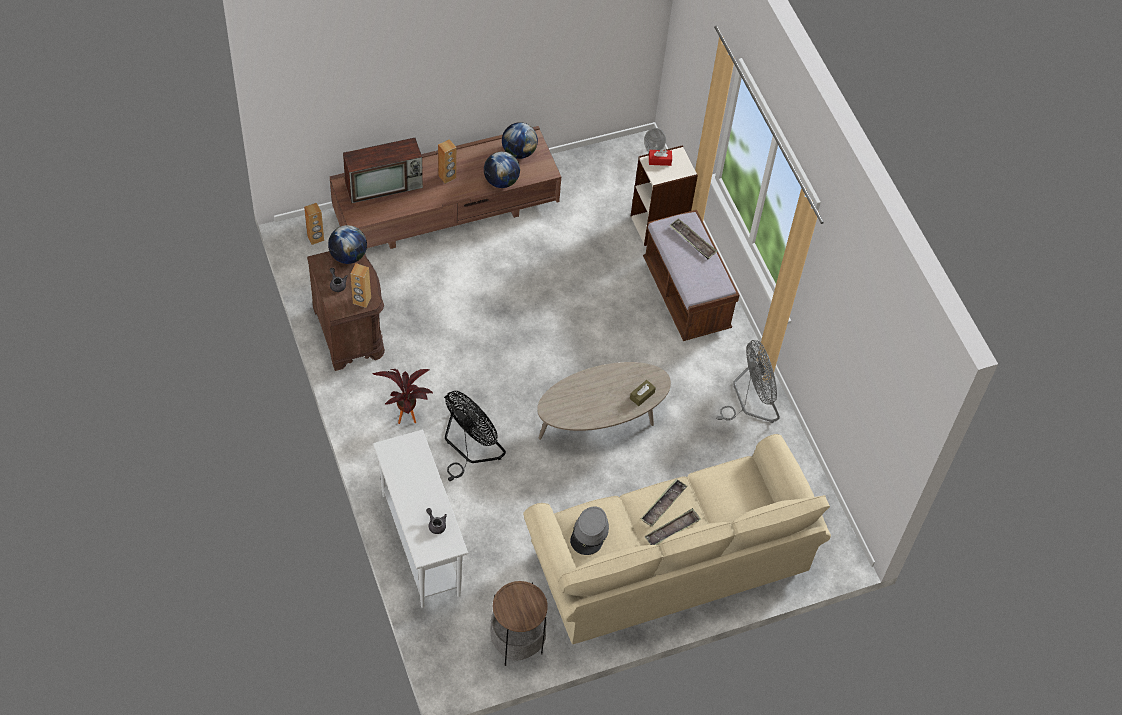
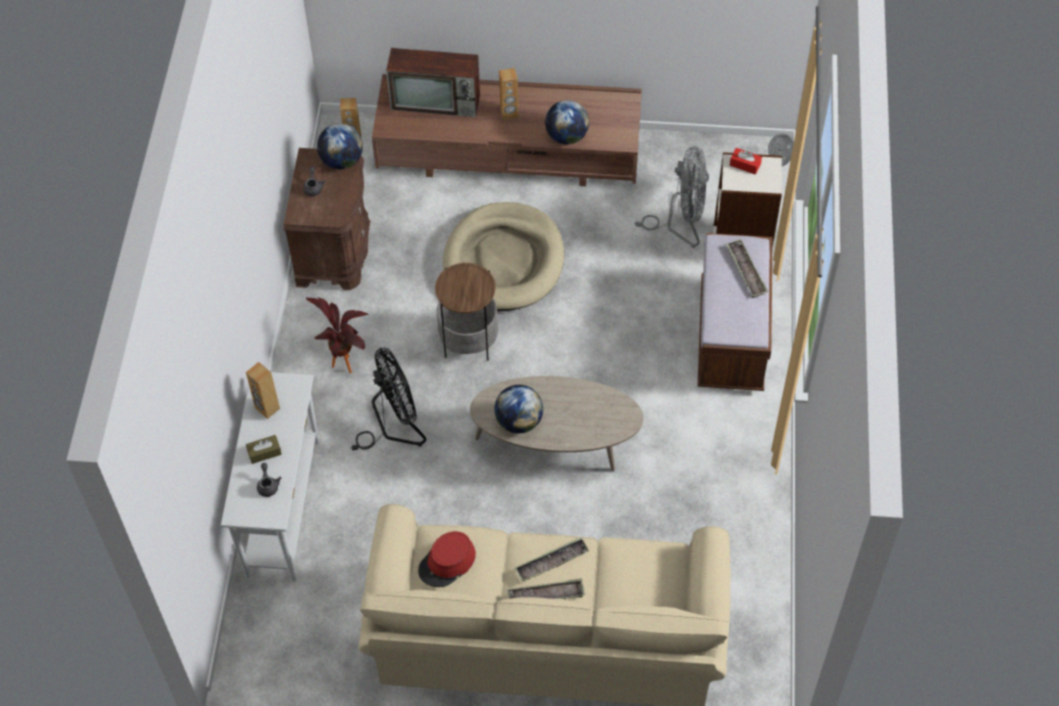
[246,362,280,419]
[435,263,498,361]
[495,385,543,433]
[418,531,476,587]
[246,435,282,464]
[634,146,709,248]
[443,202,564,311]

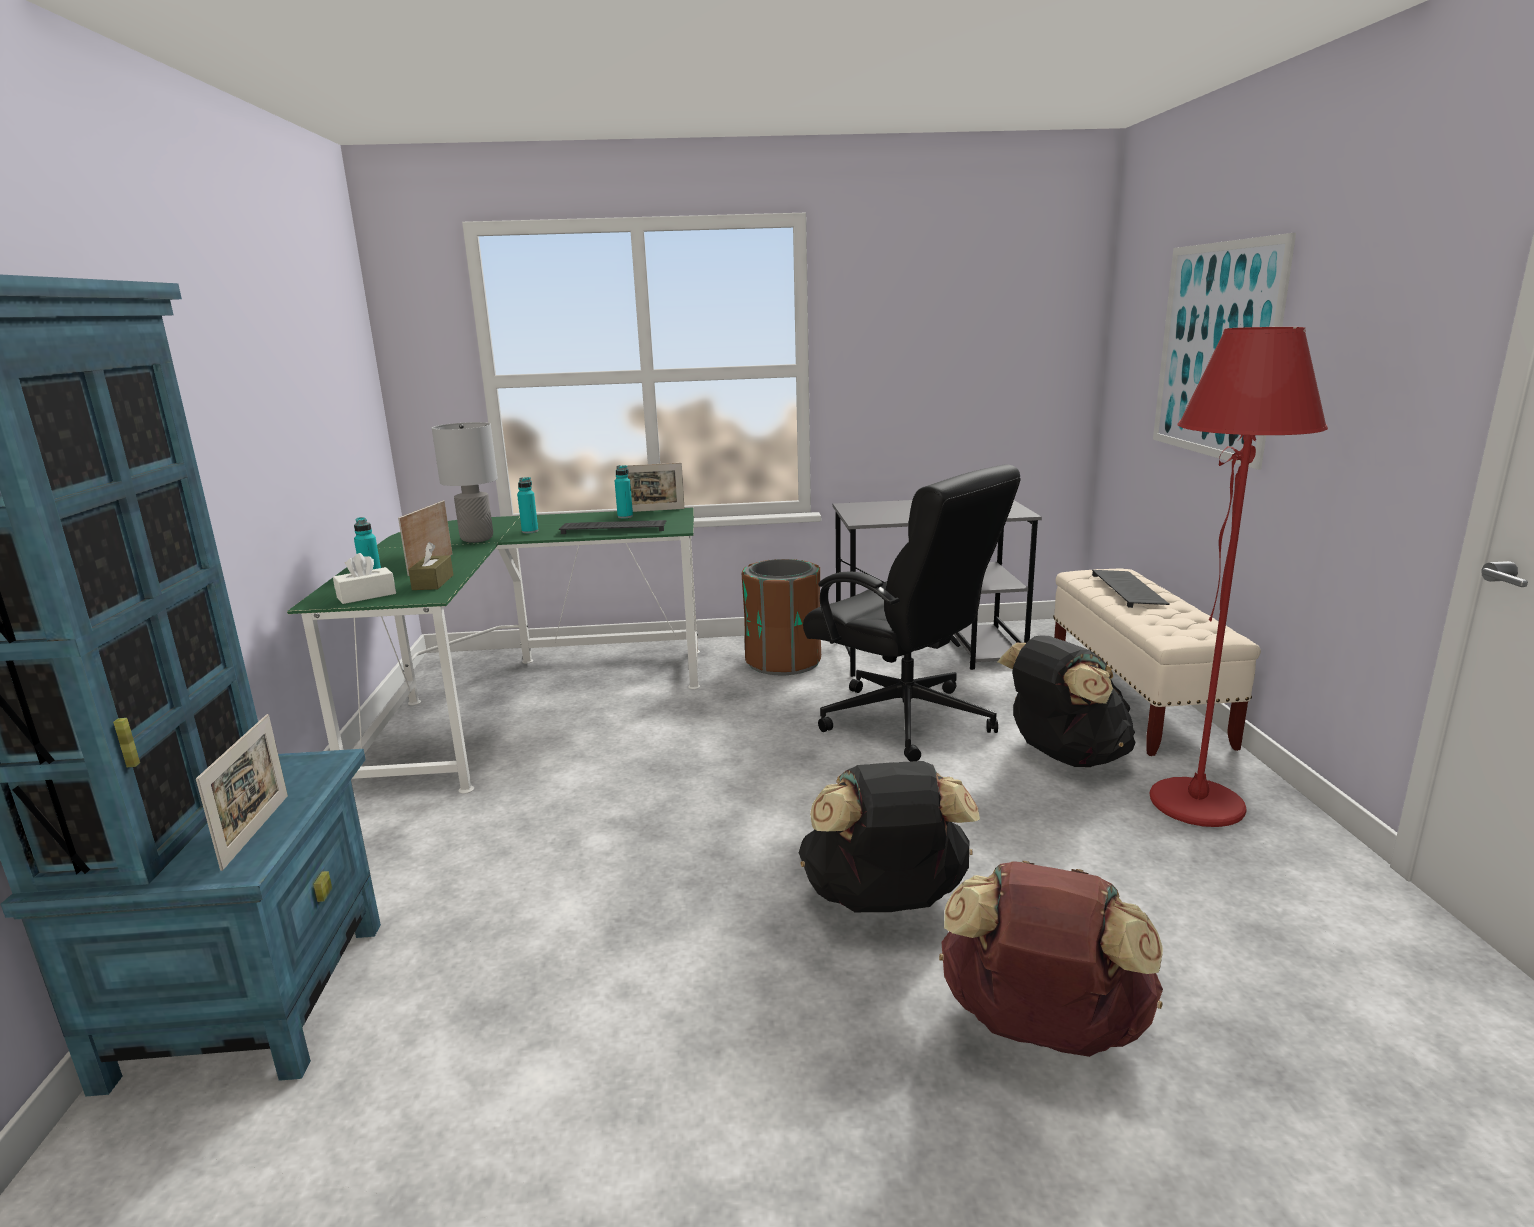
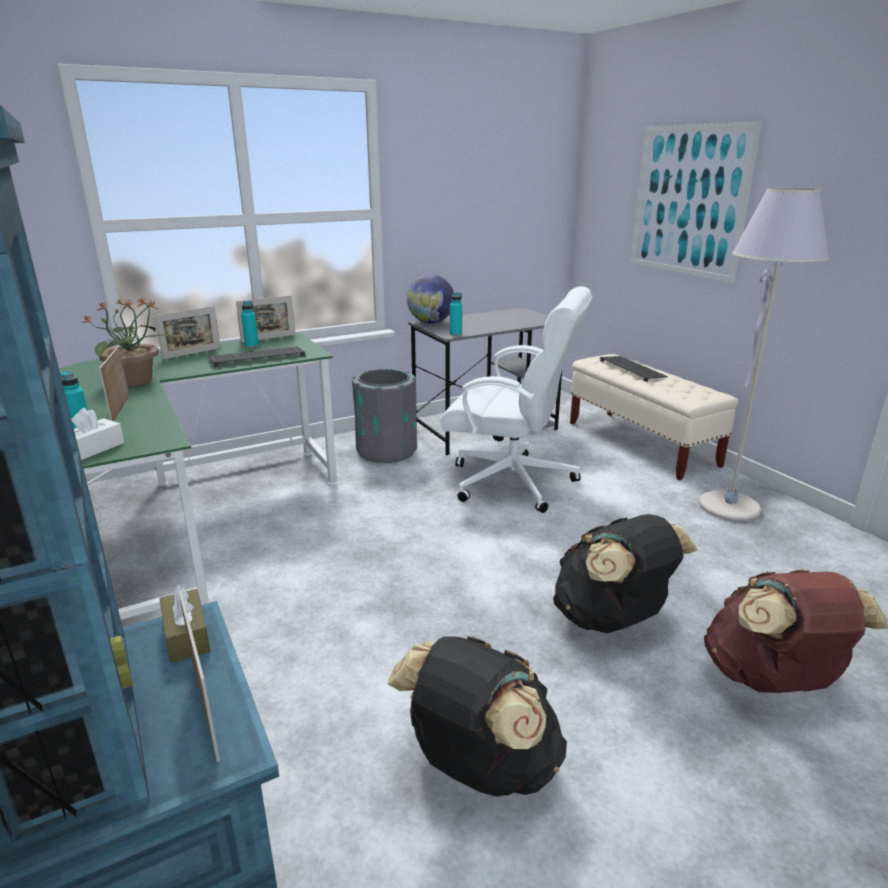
[160,584,210,663]
[81,297,171,386]
[450,292,462,336]
[352,369,417,463]
[441,286,593,513]
[388,636,567,797]
[699,188,830,521]
[155,306,220,360]
[407,275,454,323]

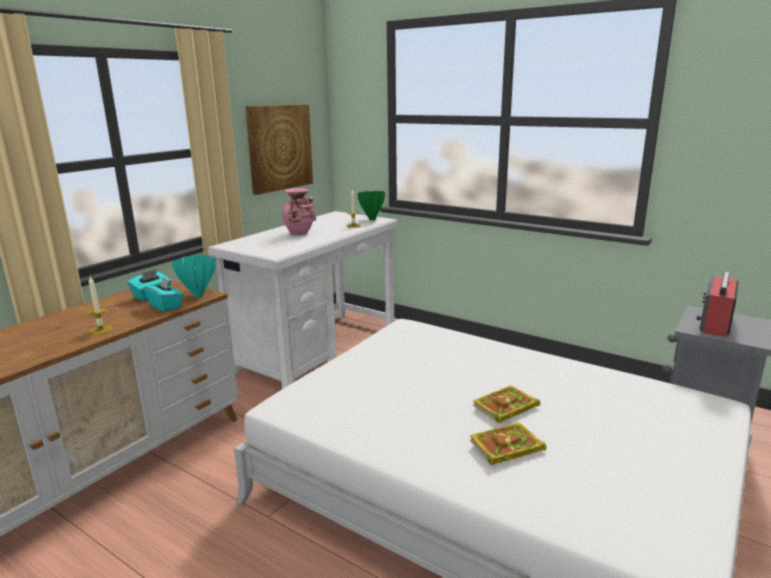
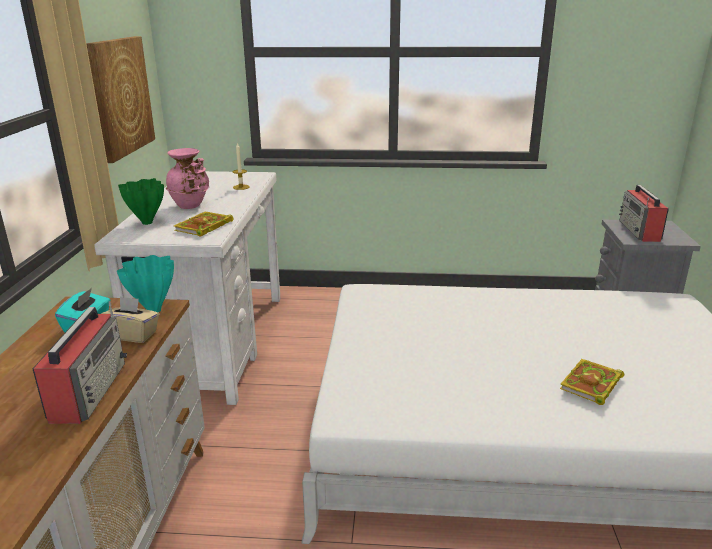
[33,301,127,424]
[101,296,159,343]
[118,178,164,225]
[174,212,234,236]

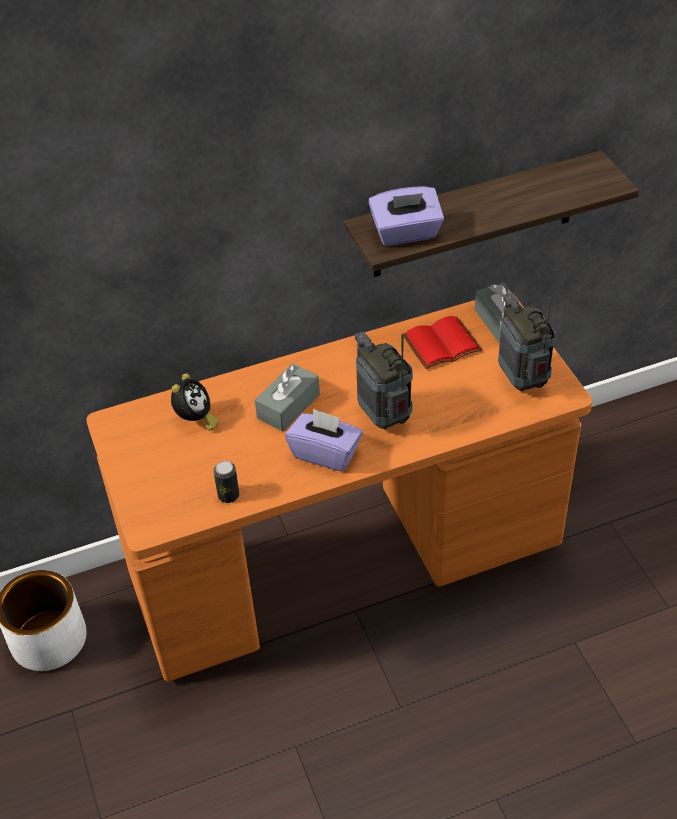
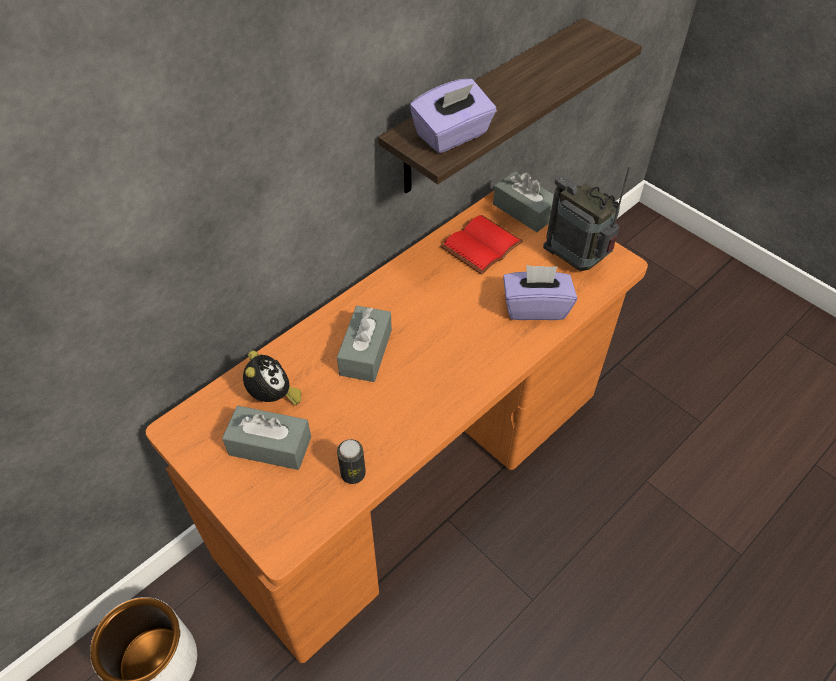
[503,265,577,320]
[355,332,413,429] (first image)
[222,406,311,470]

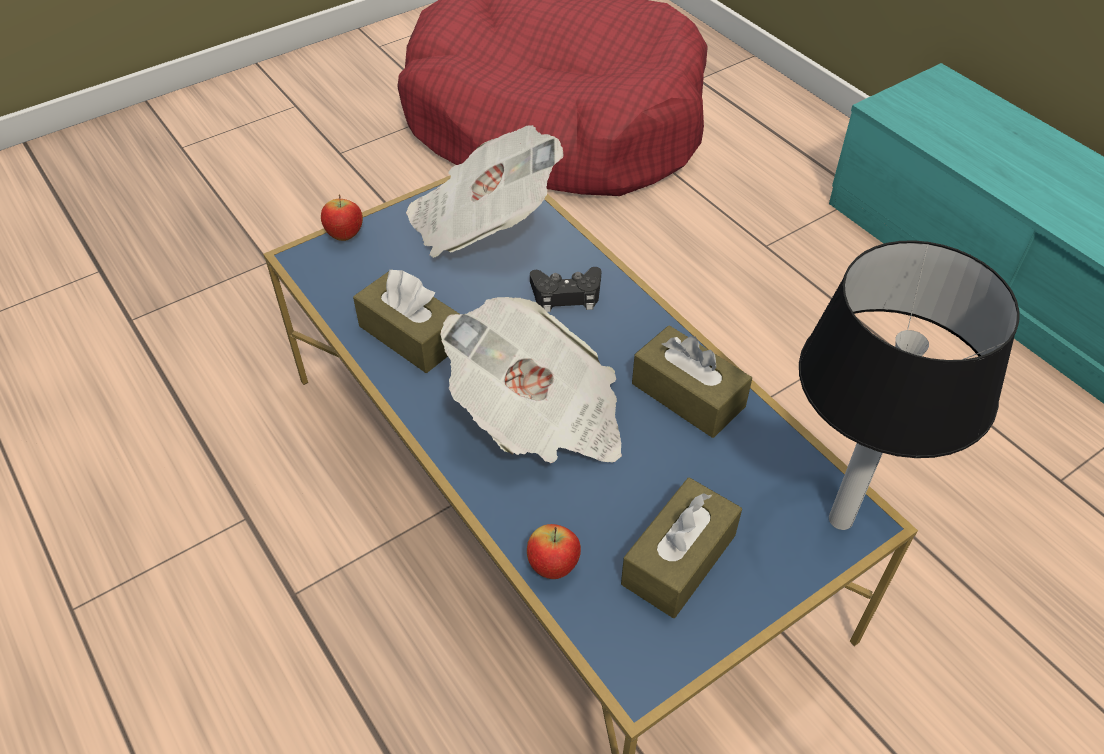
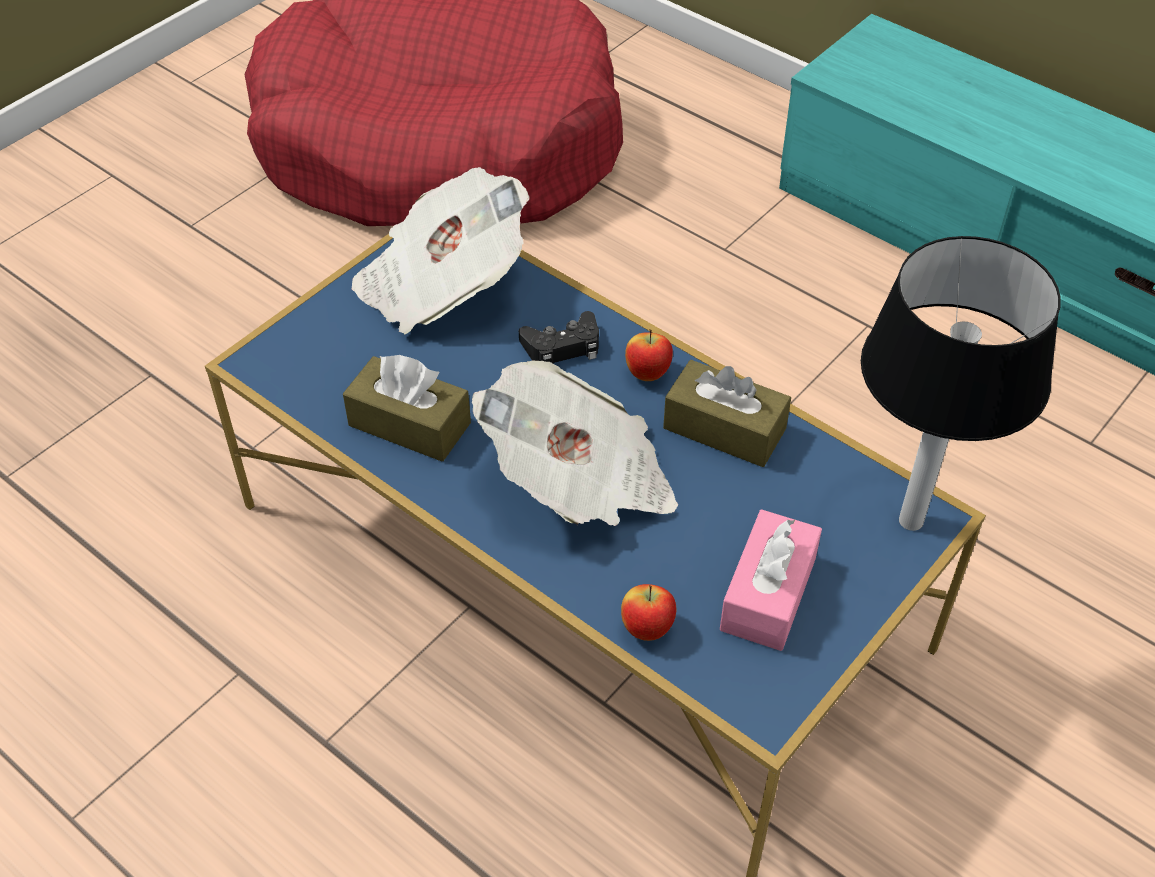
[625,329,673,381]
[720,509,822,651]

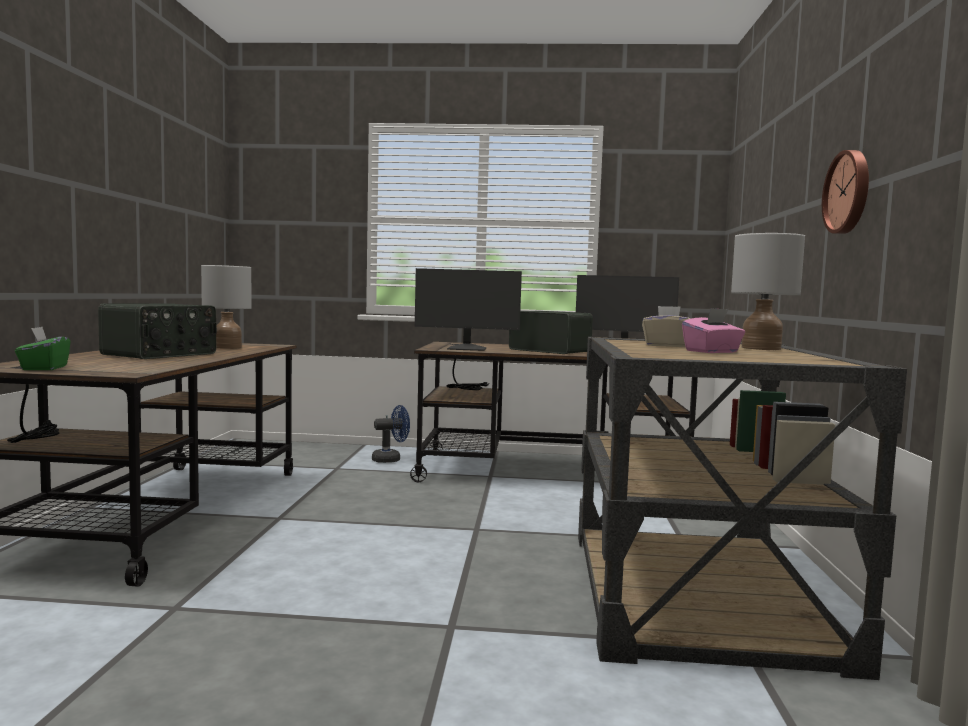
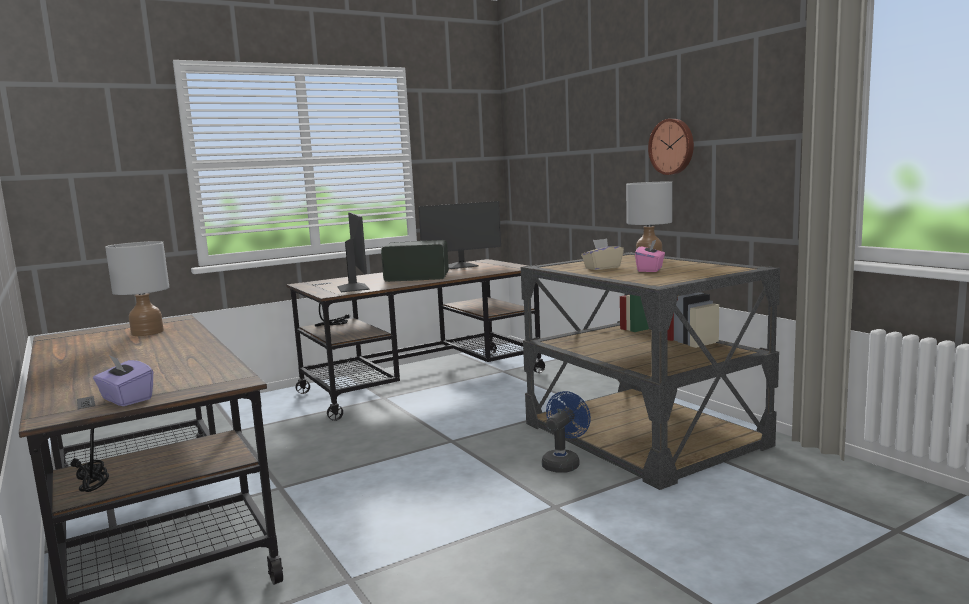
[93,355,153,406]
[98,303,217,359] (first image)
[542,391,591,473]
[337,212,370,292]

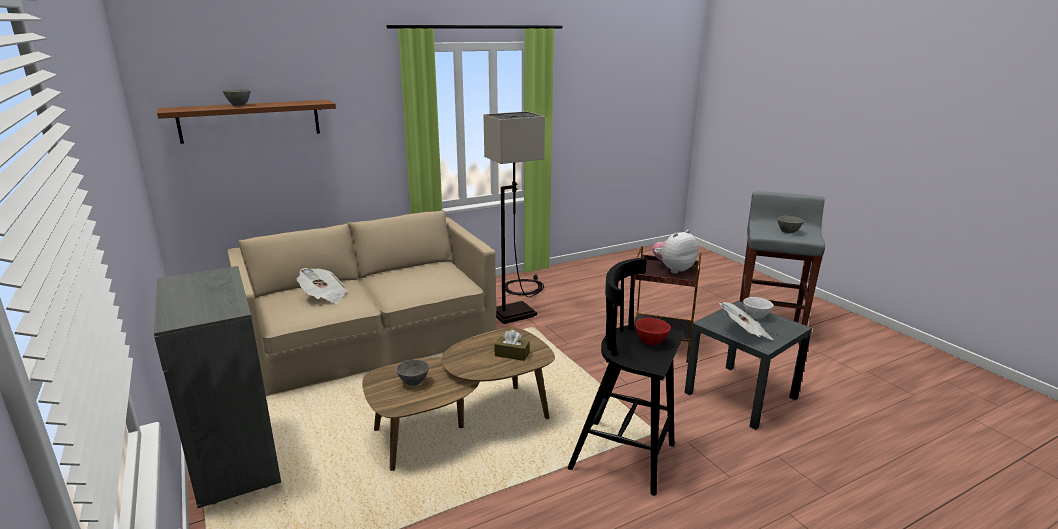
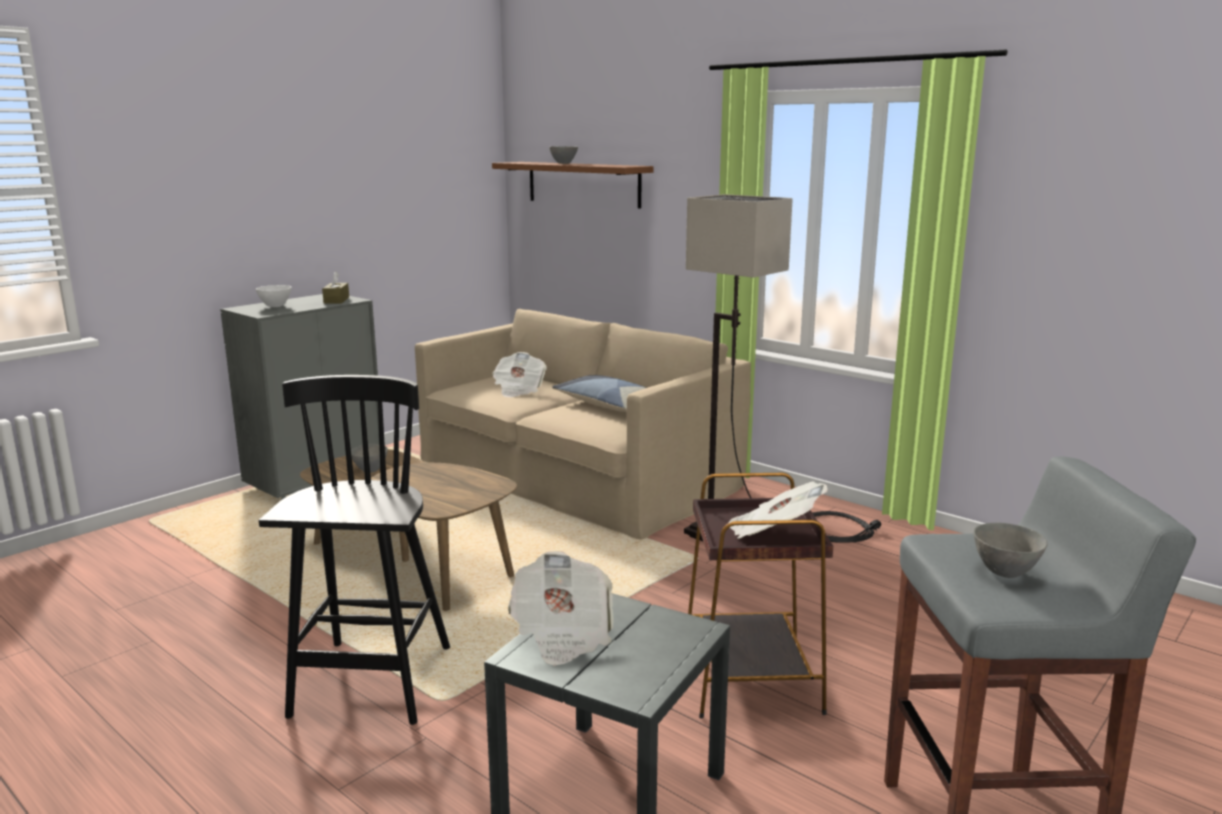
[322,271,349,304]
[635,318,671,345] (first image)
[728,481,828,539]
[256,285,292,307]
[552,375,646,412]

